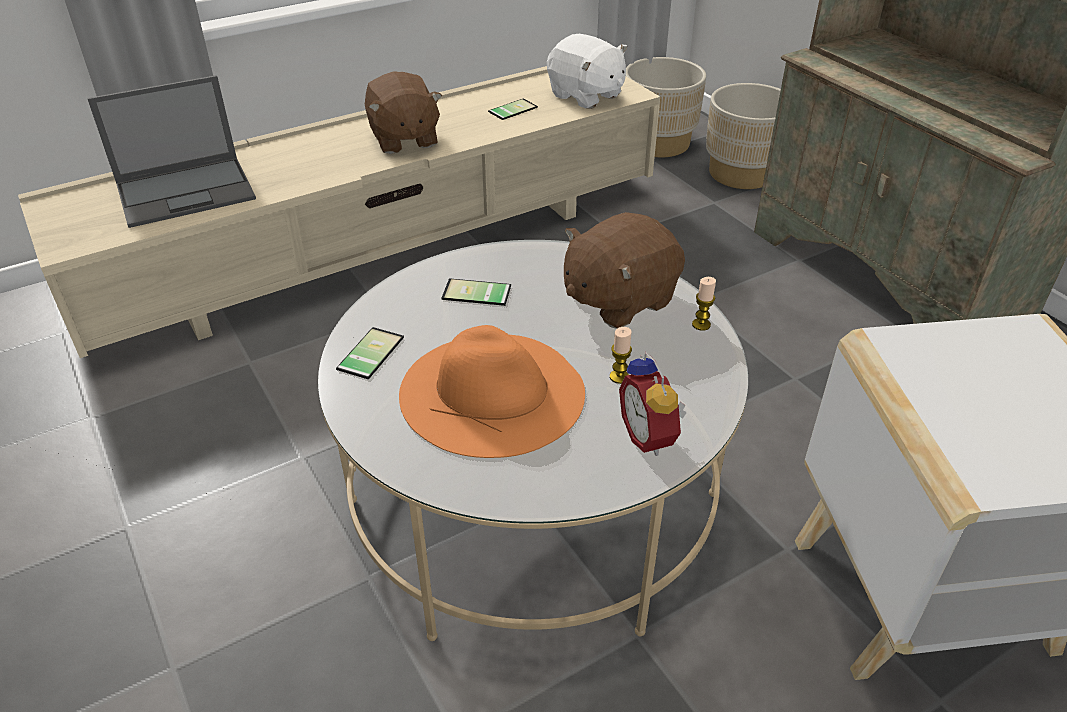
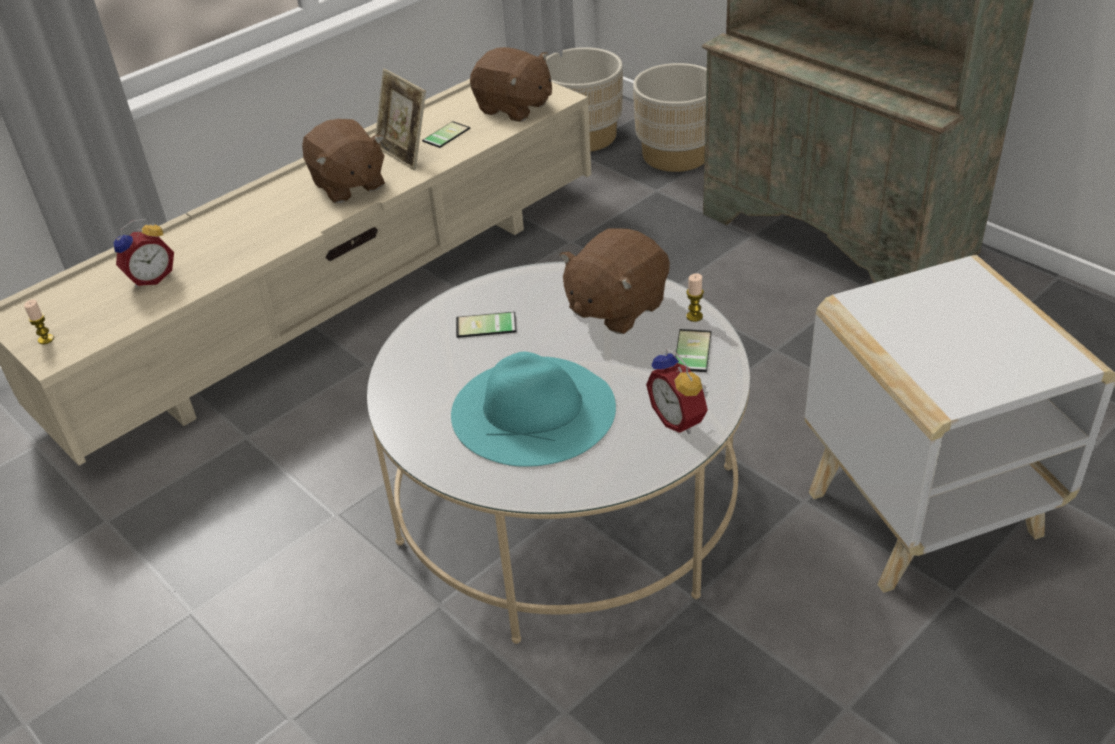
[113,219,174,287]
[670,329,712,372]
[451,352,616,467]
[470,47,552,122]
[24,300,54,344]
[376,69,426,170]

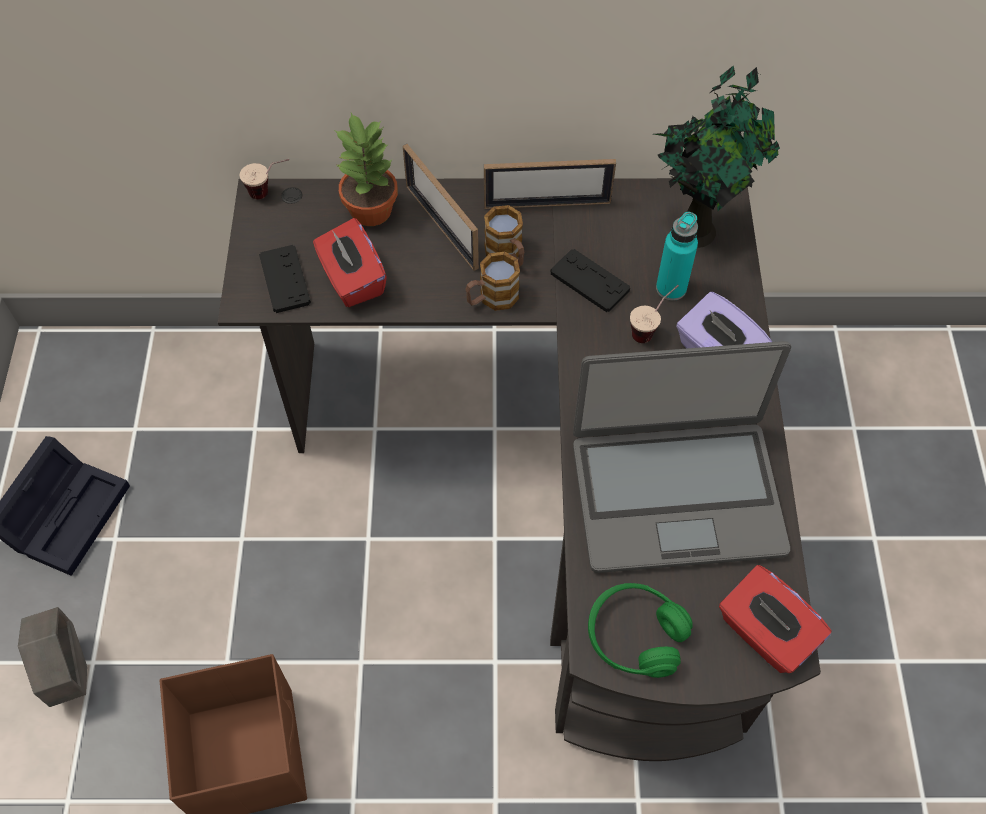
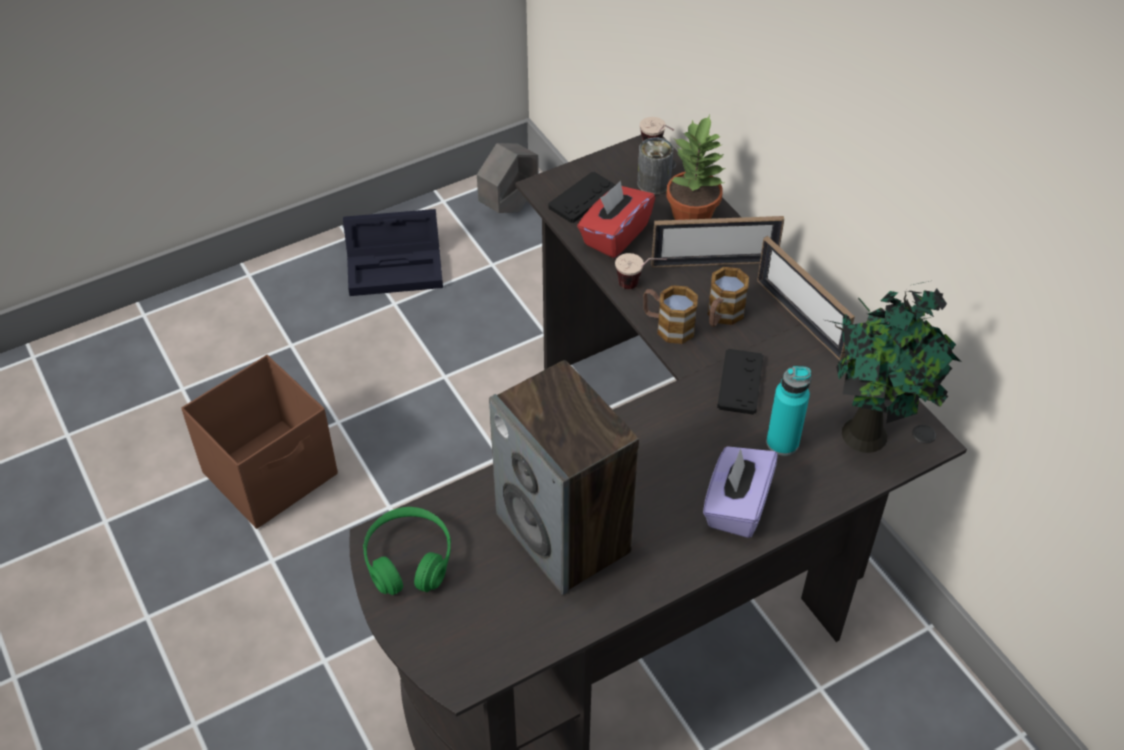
[477,143,539,213]
[651,216,784,267]
[489,360,639,595]
[615,253,667,289]
[719,565,831,673] (first image)
[637,137,673,195]

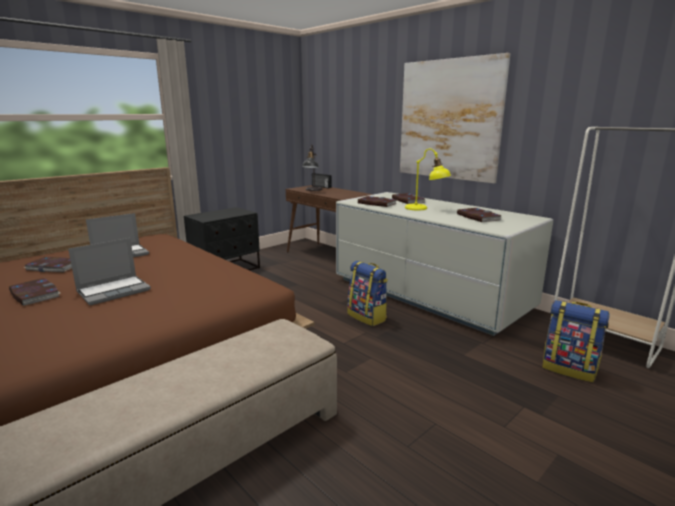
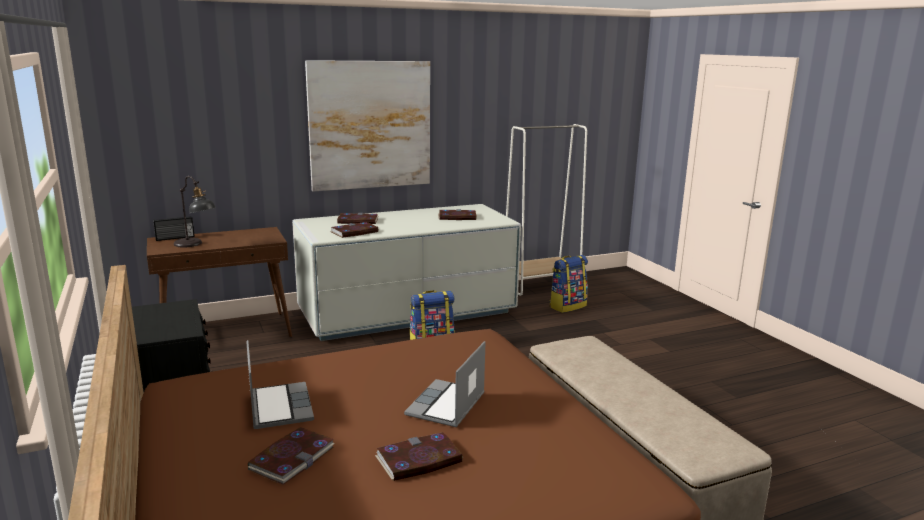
[404,341,485,427]
[405,149,451,210] (first image)

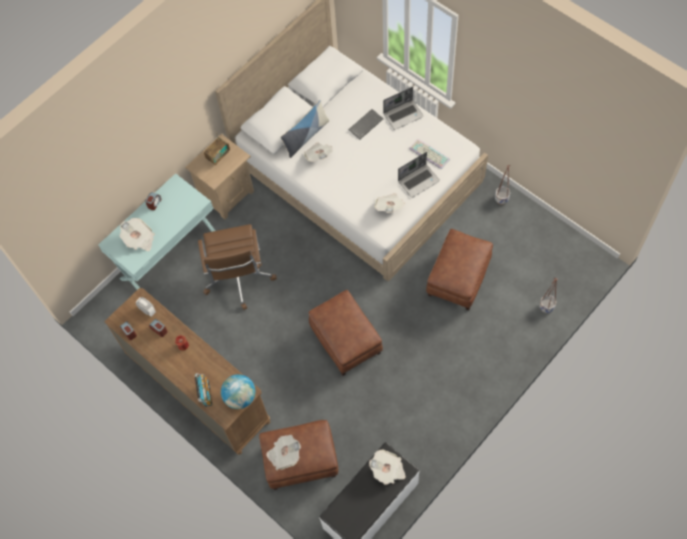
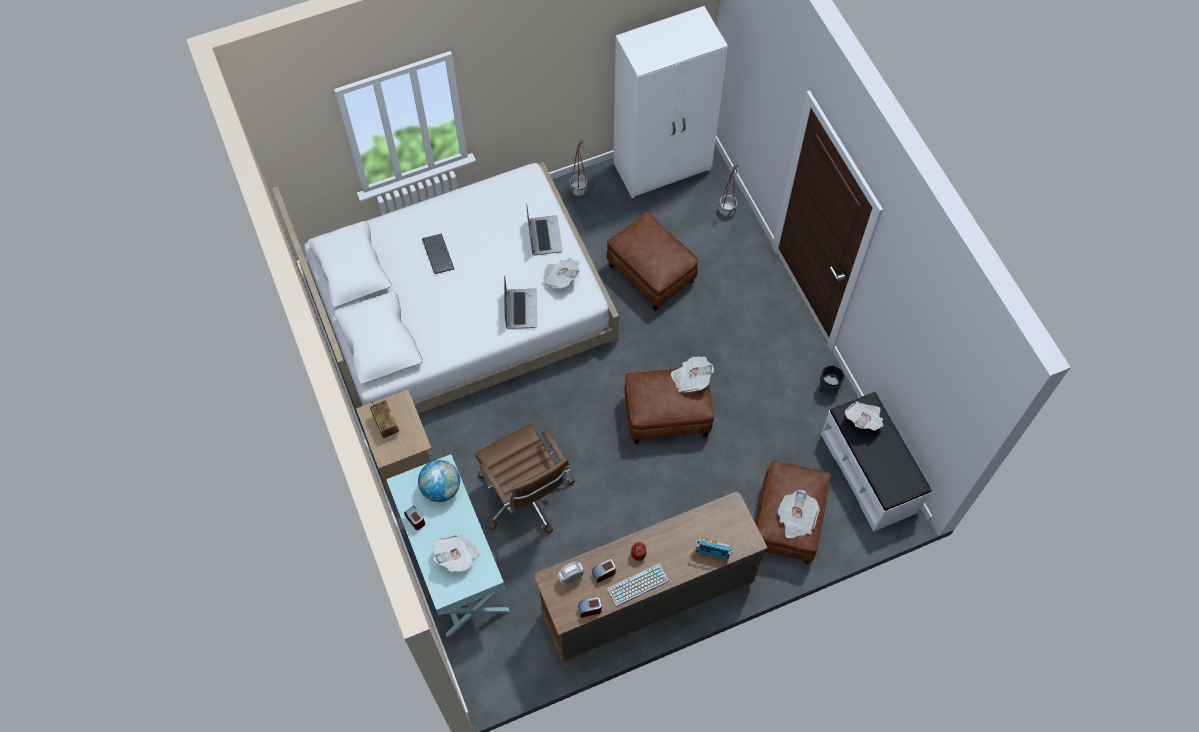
[475,424,575,534]
[418,460,460,502]
[281,100,329,158] (first image)
[671,357,714,393]
[504,276,537,329]
[607,563,669,607]
[613,6,728,198]
[819,365,844,394]

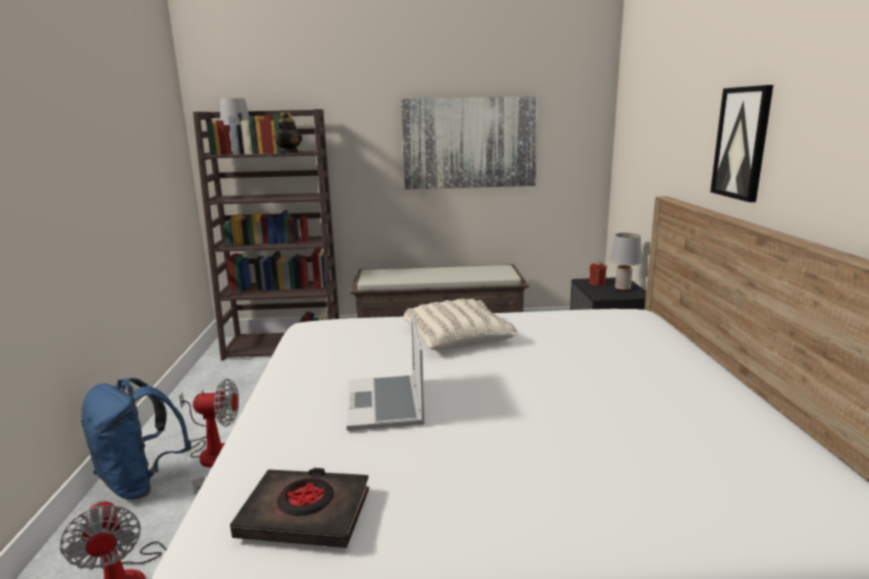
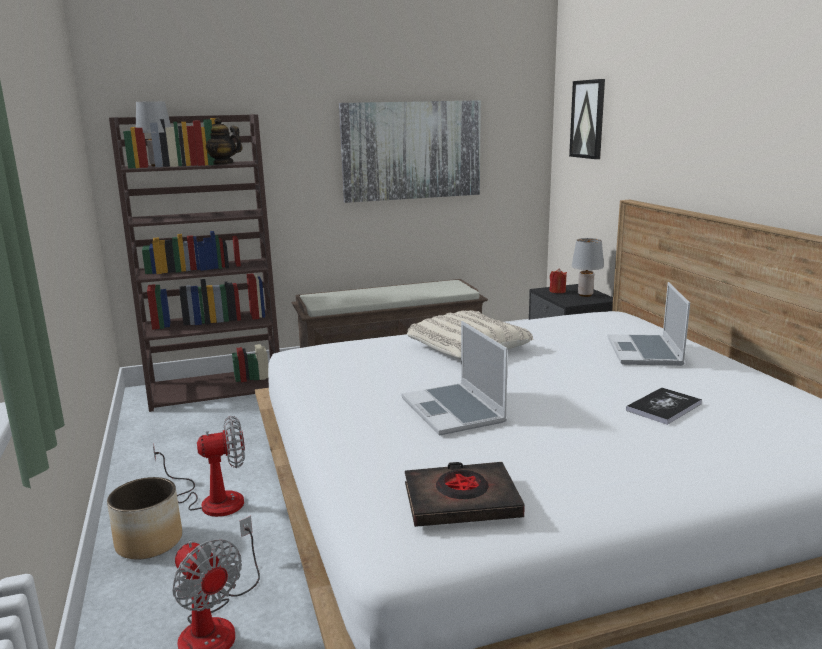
[107,477,182,559]
[202,118,243,165]
[569,79,605,159]
[607,282,690,366]
[626,388,702,425]

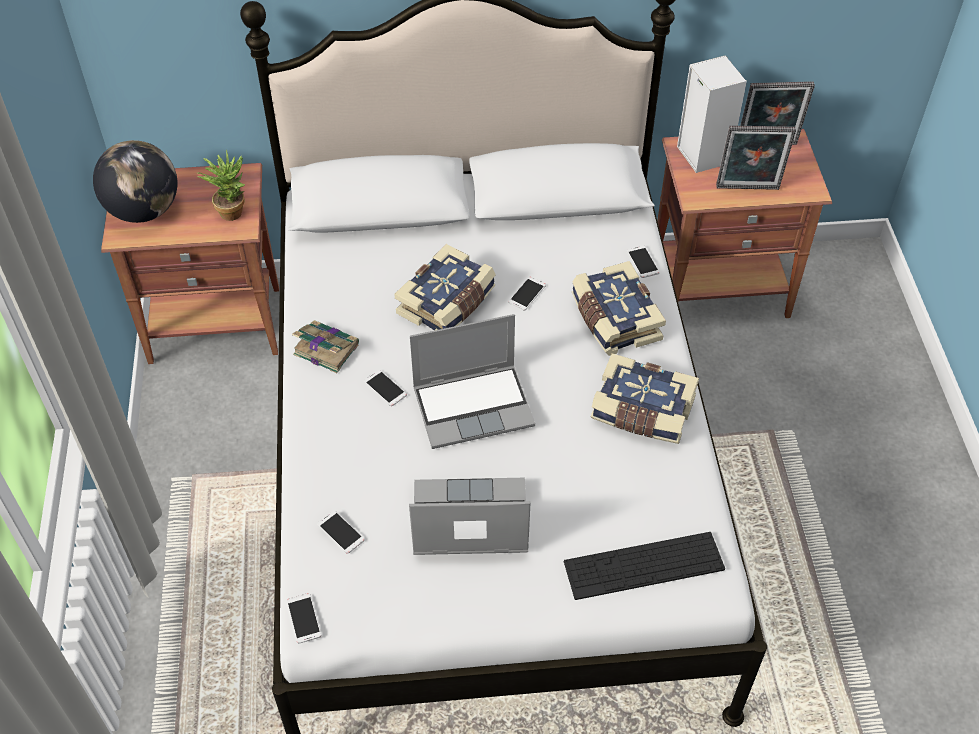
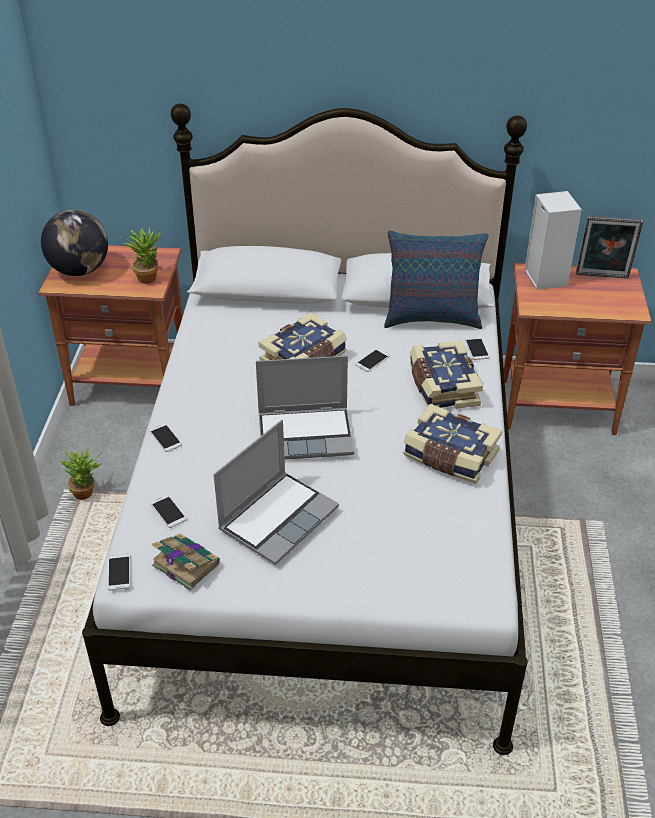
[152,533,220,591]
[149,423,182,452]
[213,420,339,565]
[564,532,725,600] (first image)
[716,125,796,190] (first image)
[60,445,102,500]
[384,230,489,329]

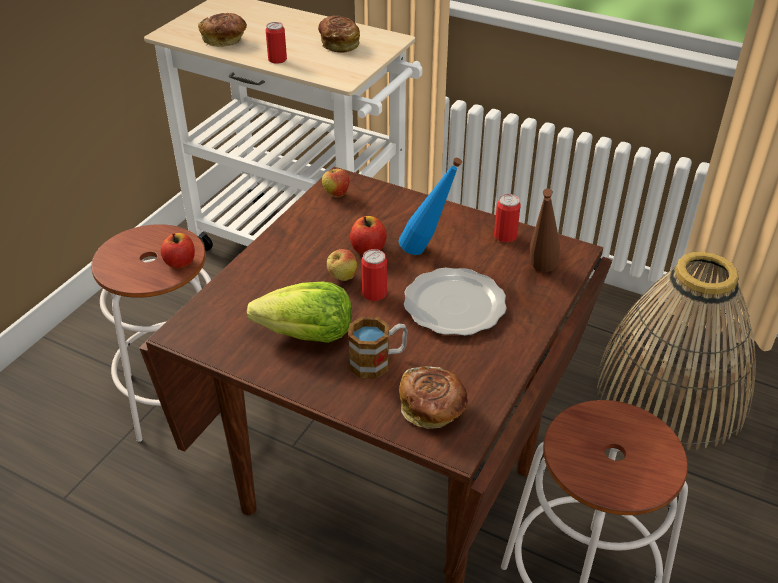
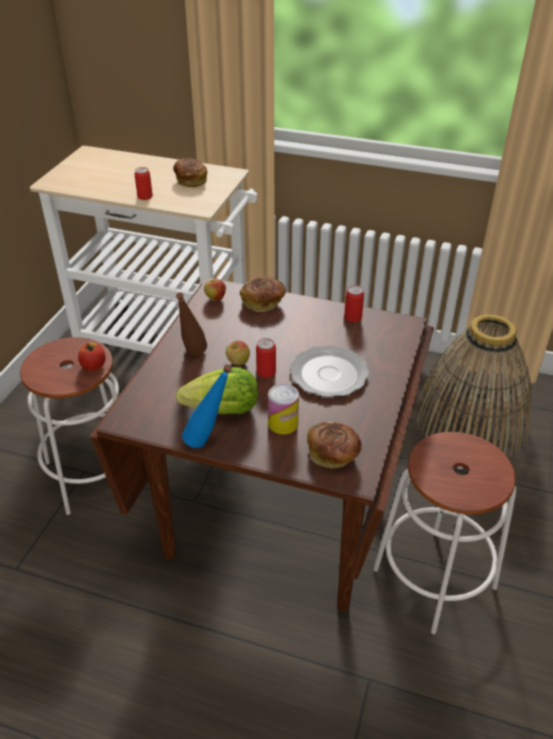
[240,277,286,312]
[268,384,299,435]
[350,216,387,255] (first image)
[182,364,232,448]
[176,292,207,356]

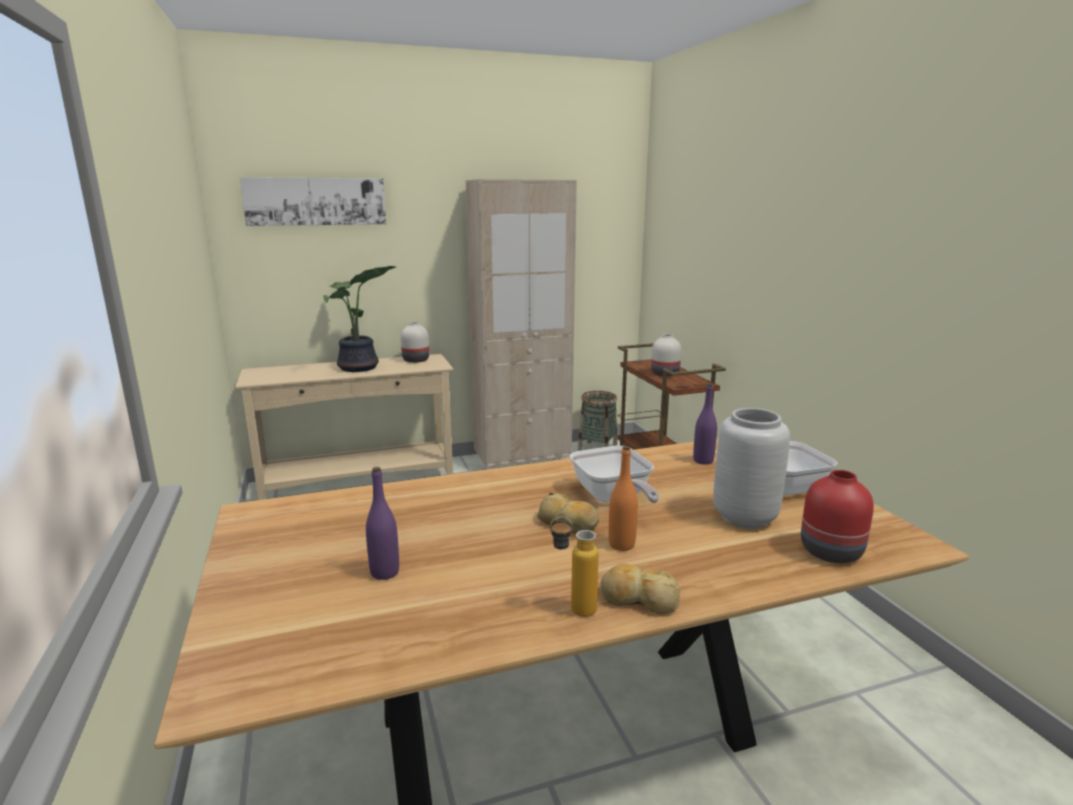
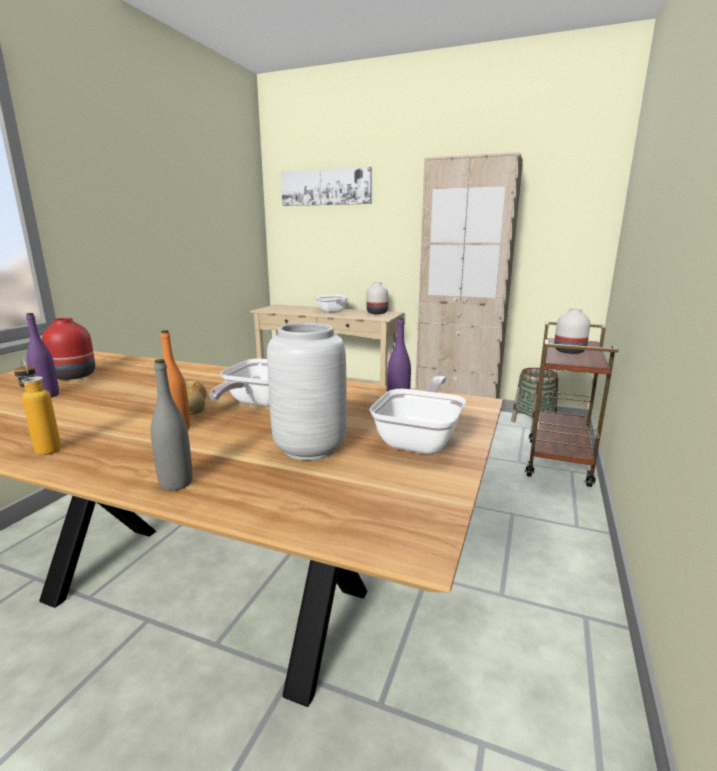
[314,295,348,313]
[601,564,680,614] (first image)
[42,318,95,380]
[151,359,193,491]

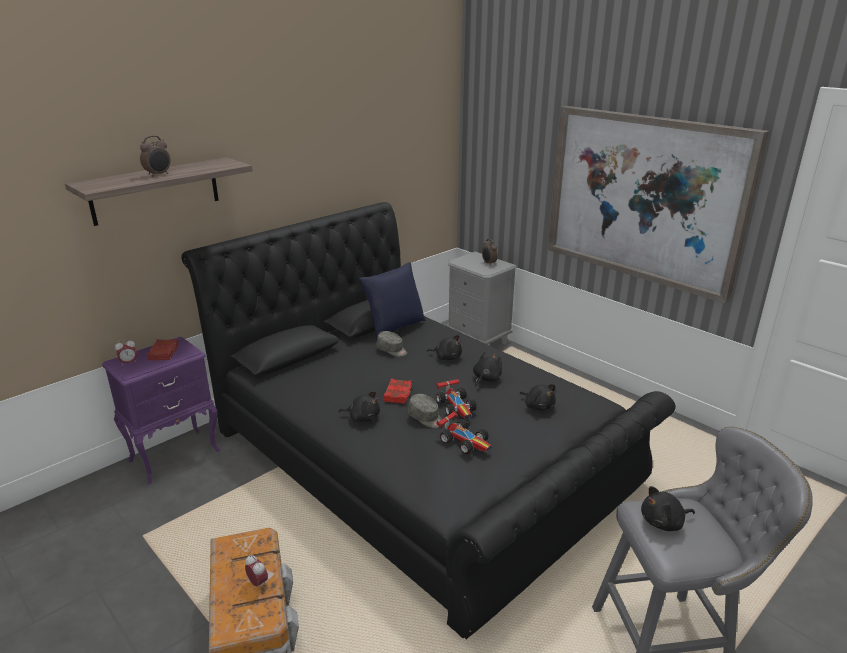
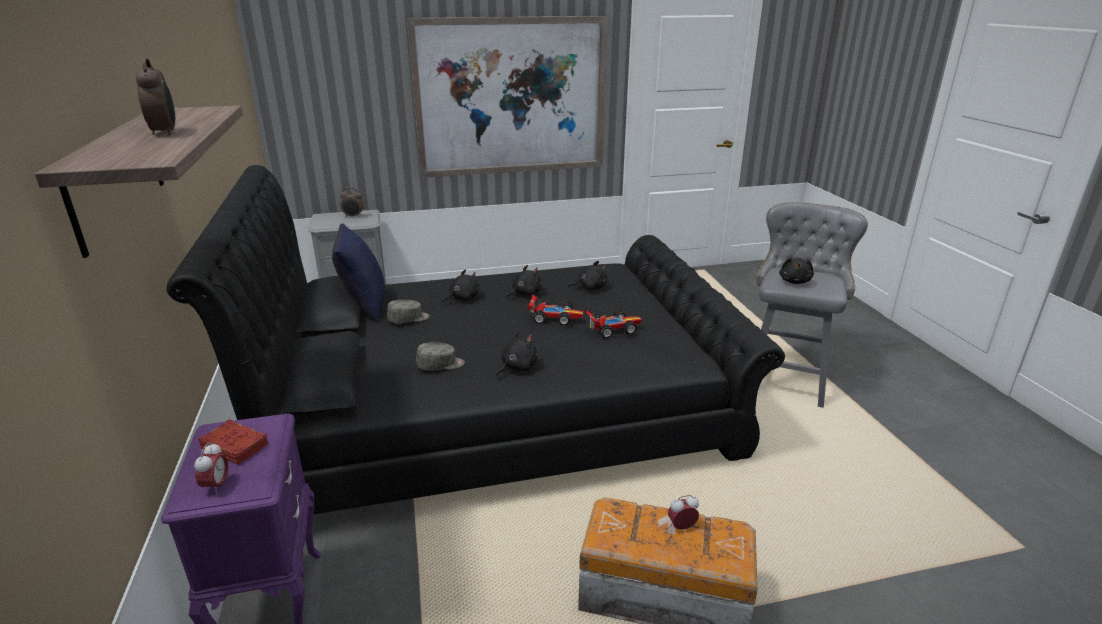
[384,379,412,404] (first image)
[416,342,465,370]
[506,265,542,298]

